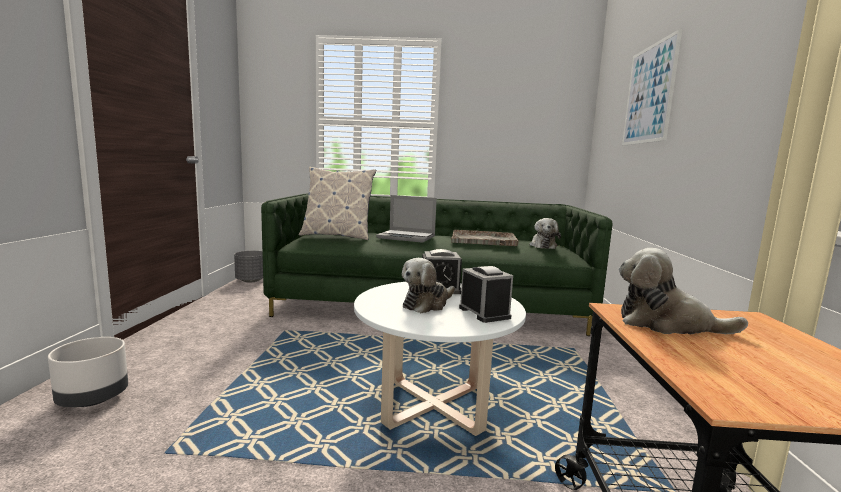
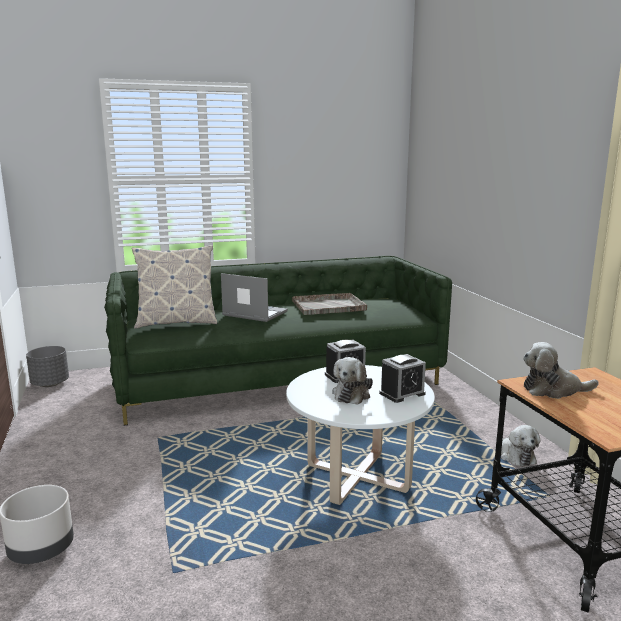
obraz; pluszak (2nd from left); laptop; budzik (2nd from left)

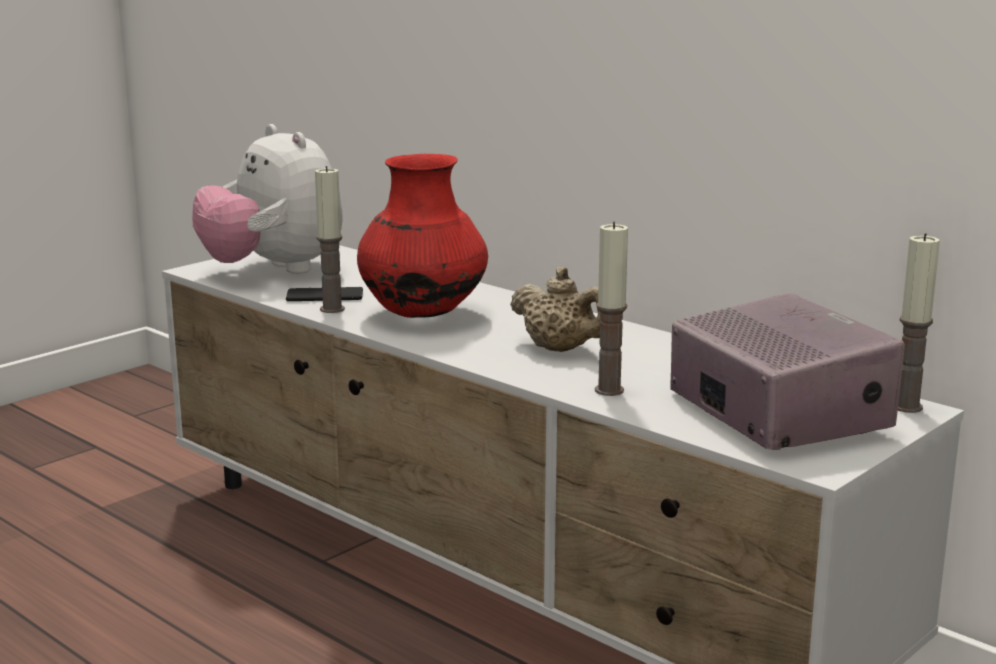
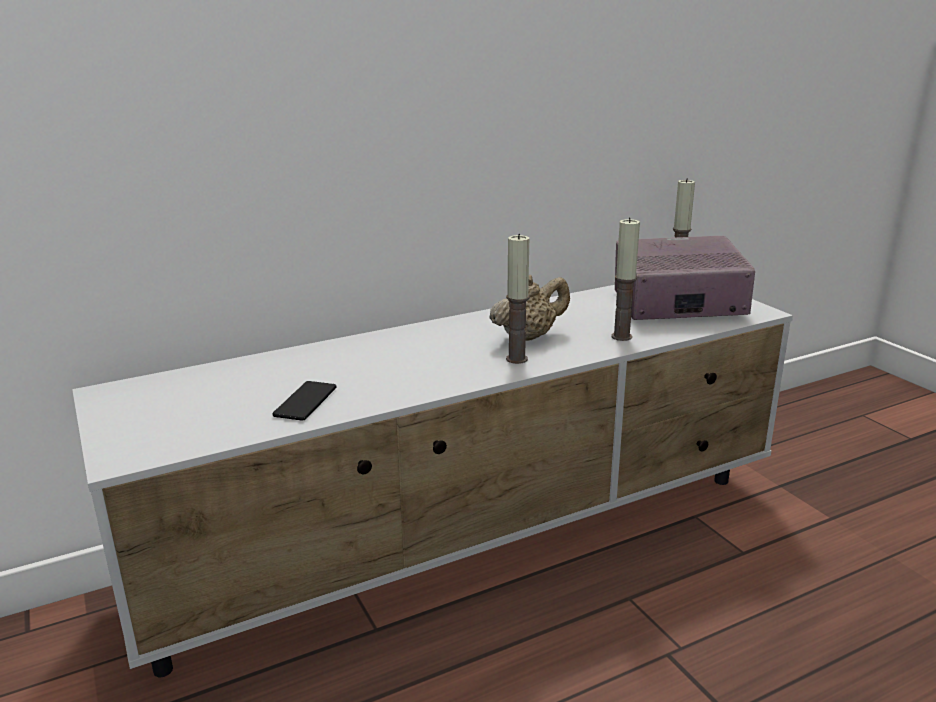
pluszak; wazon [czerwony]; świeca (1st from left)

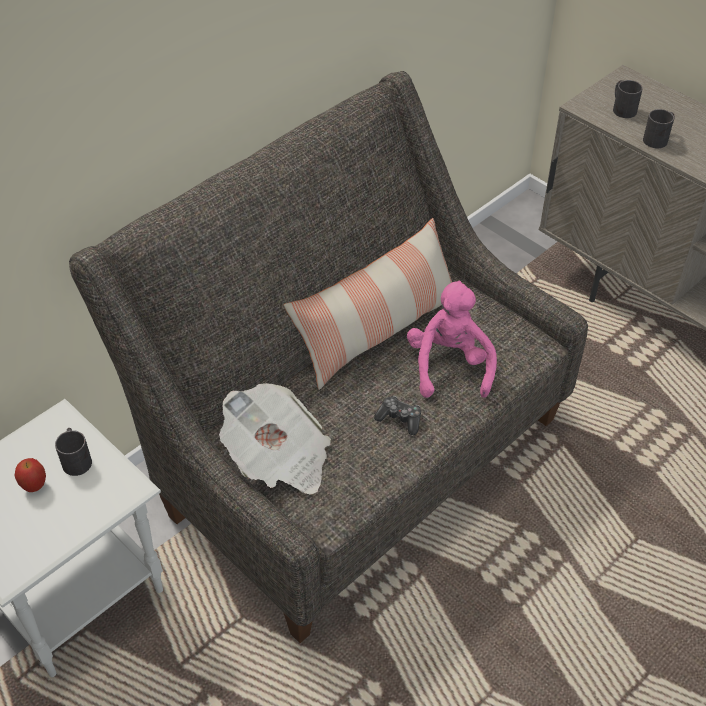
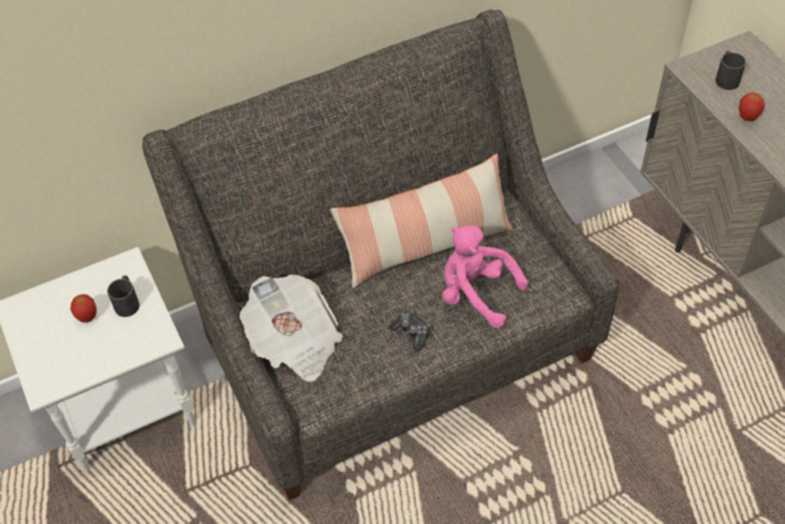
jabłko (2nd from left); pluszak [różowy]

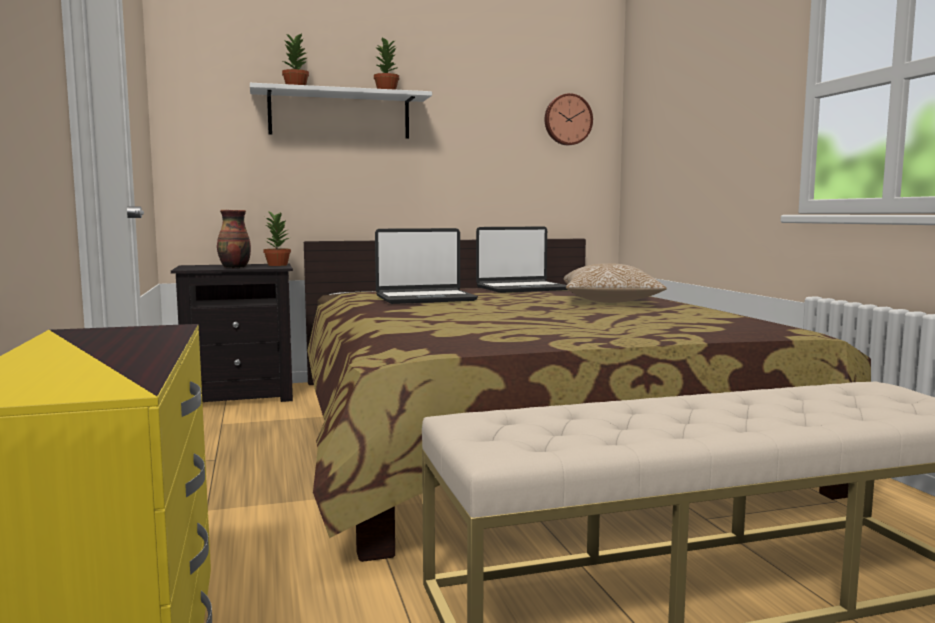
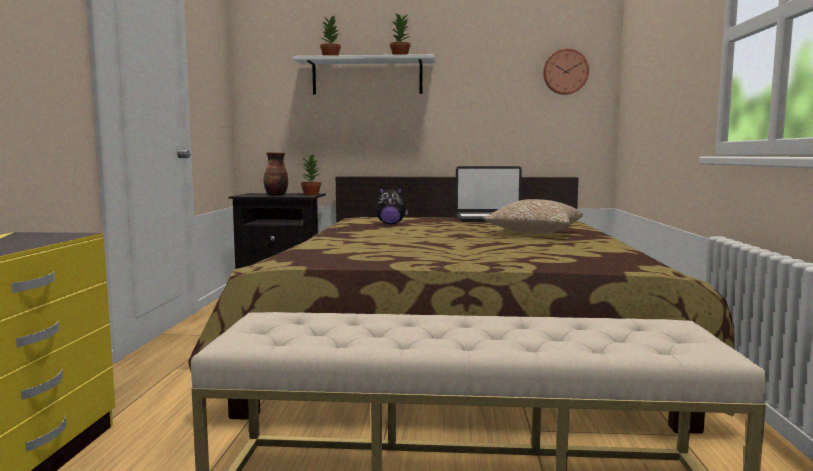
pluszak

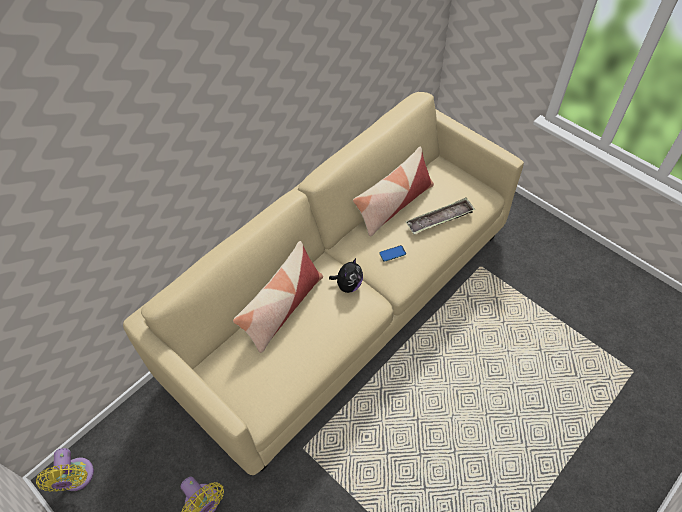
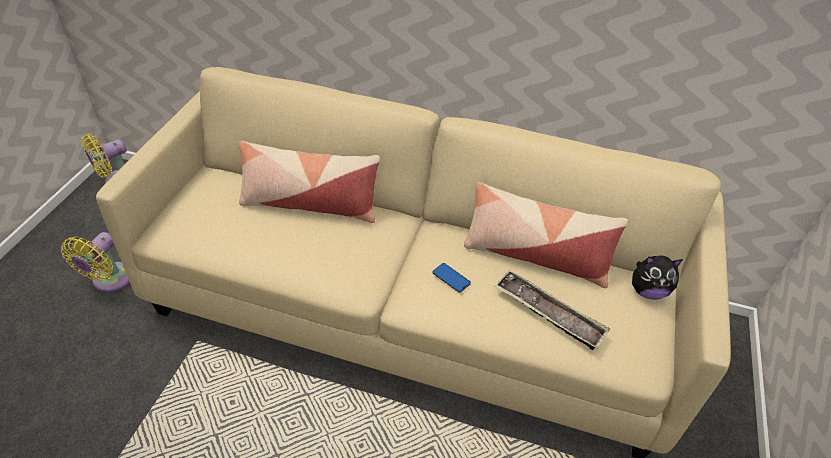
pluszak

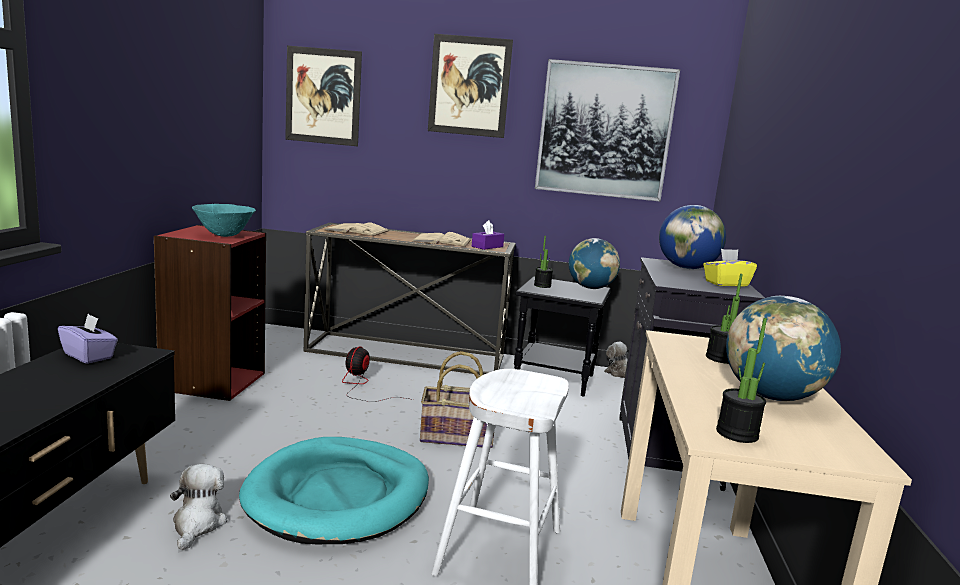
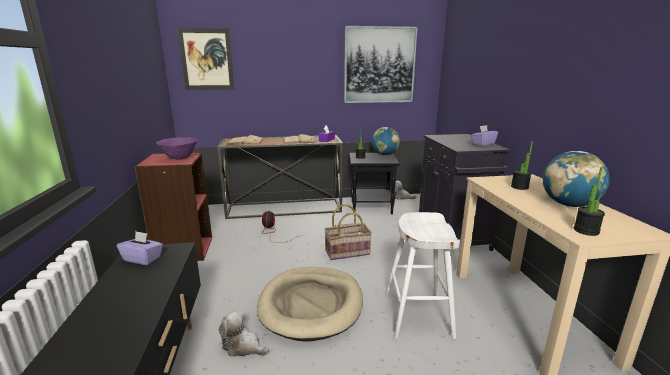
obraz (2nd from left in the first image); globus (2nd from left in the first image); miska [fioletowy]; legowisko [beżowy]; pudełko chusteczek [fioletowy] (3rd from left); pluszak (1st from left)

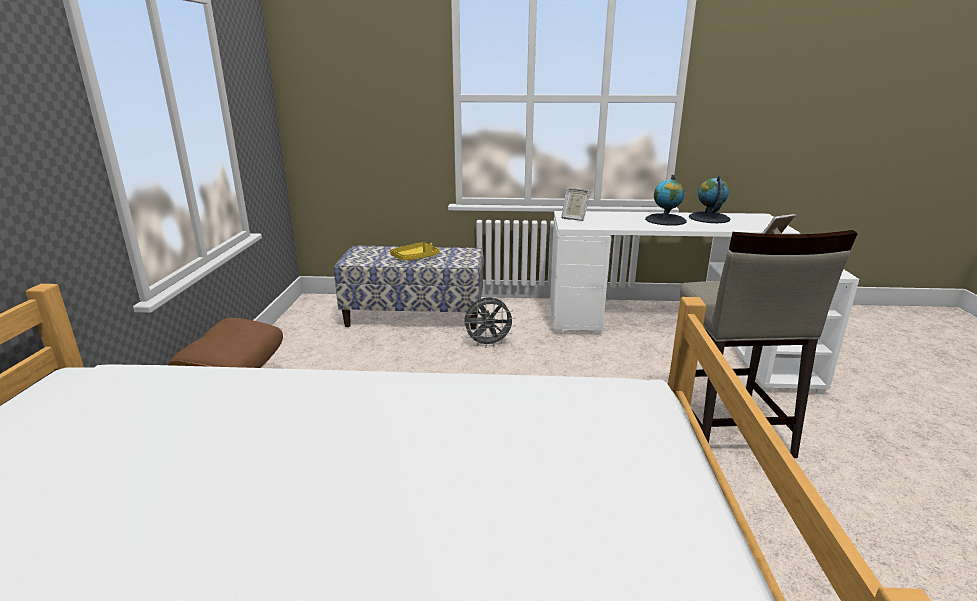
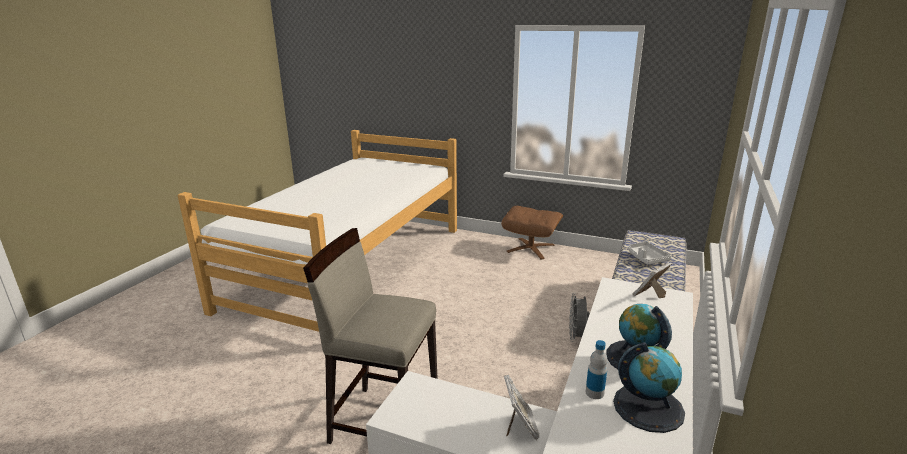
butelka; taca [szary]

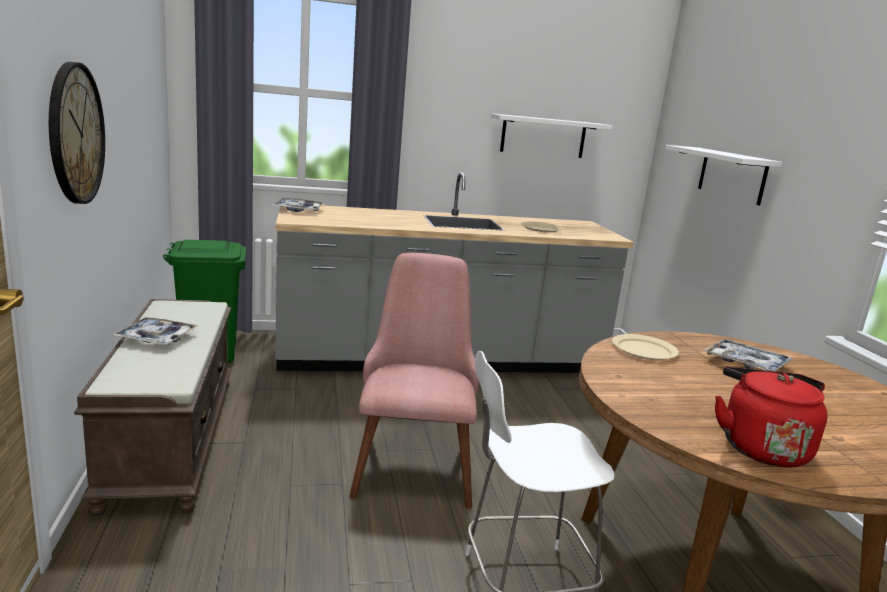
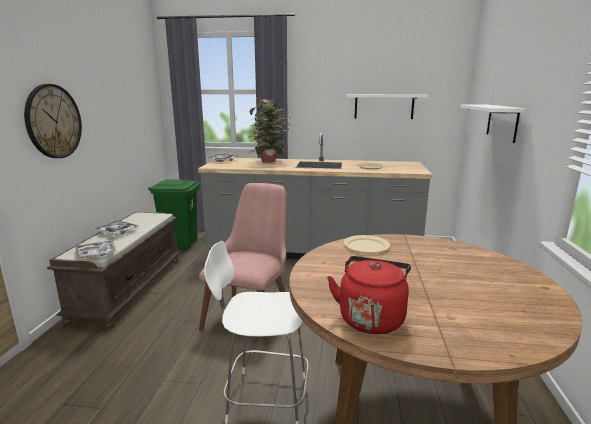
roślina doniczkowa; taca (1st from left)

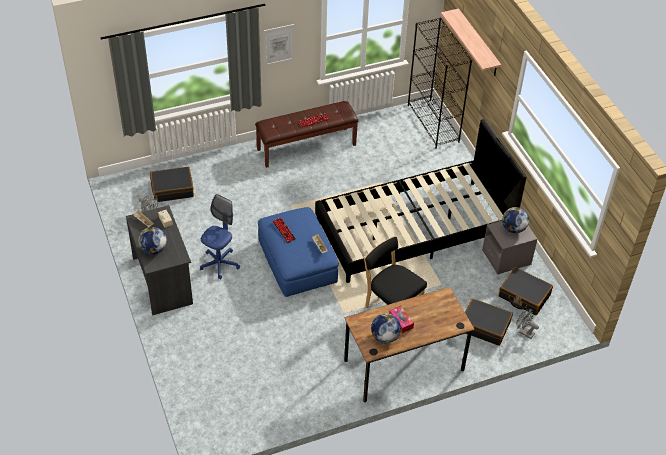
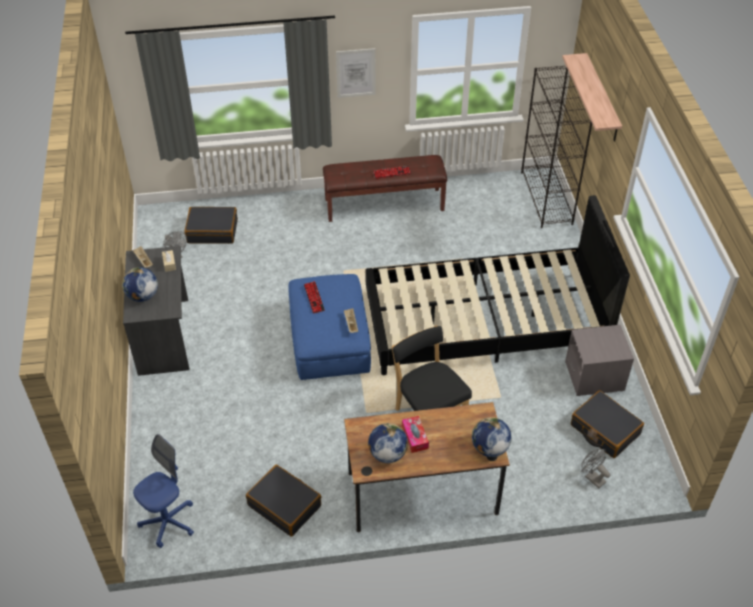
krzesło biurowe [niebieski]; walizka [czarny] (2nd from left); globus (3rd from left)

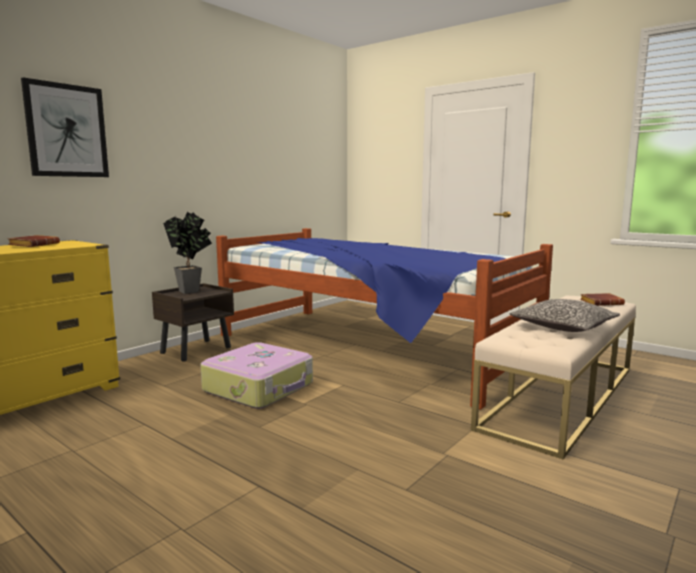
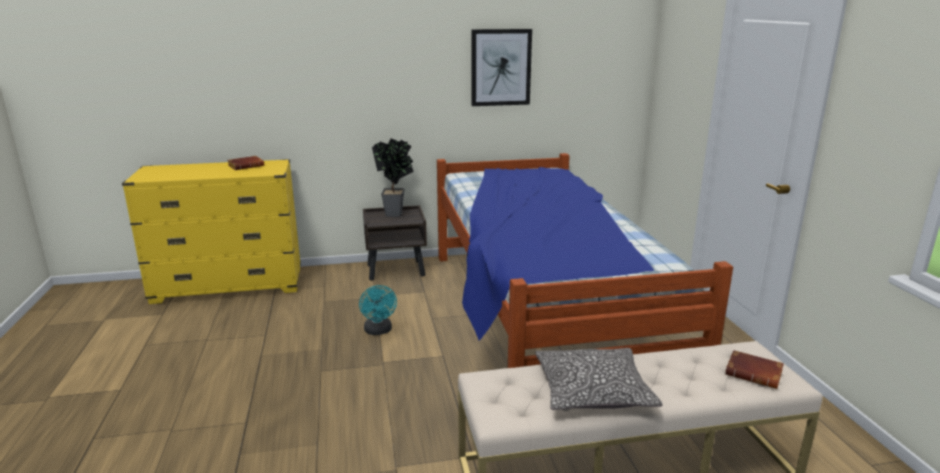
obraz; wentylator [turkusowy]

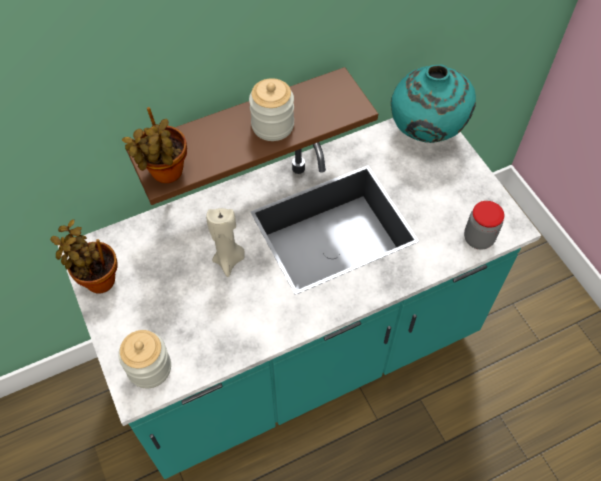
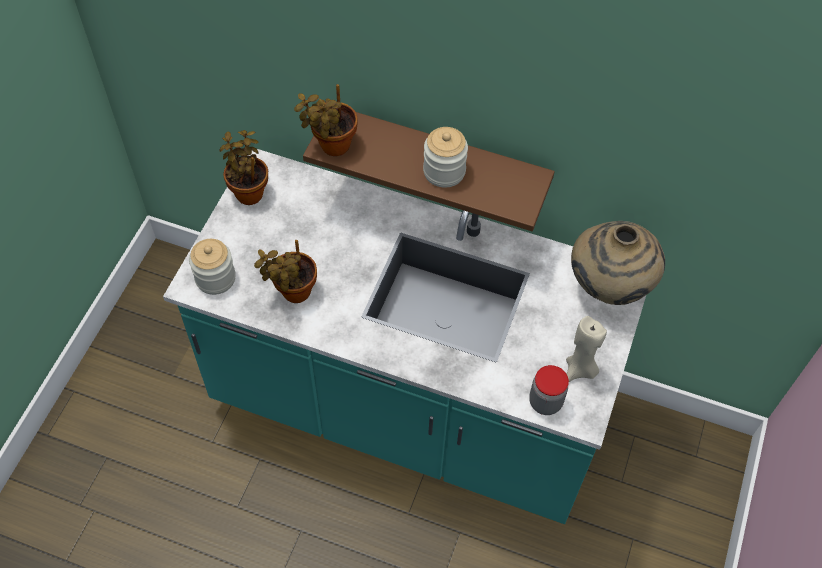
roślina doniczkowa (2nd from left); świeca [beżowy]; wazon [beżowy]

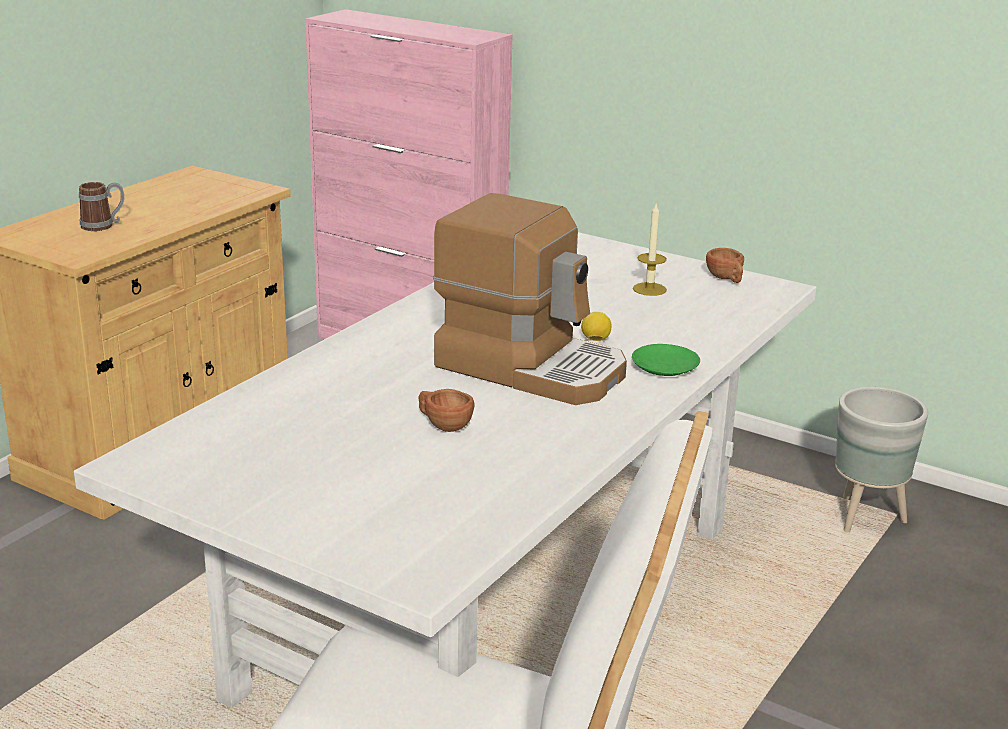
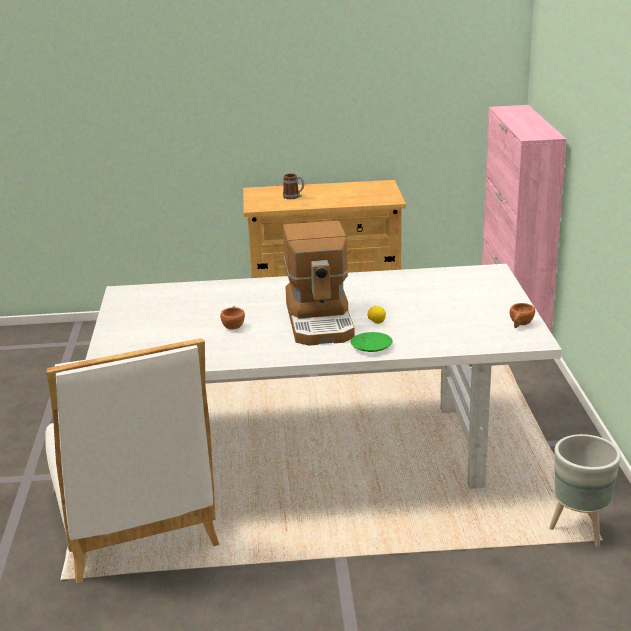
świeca

